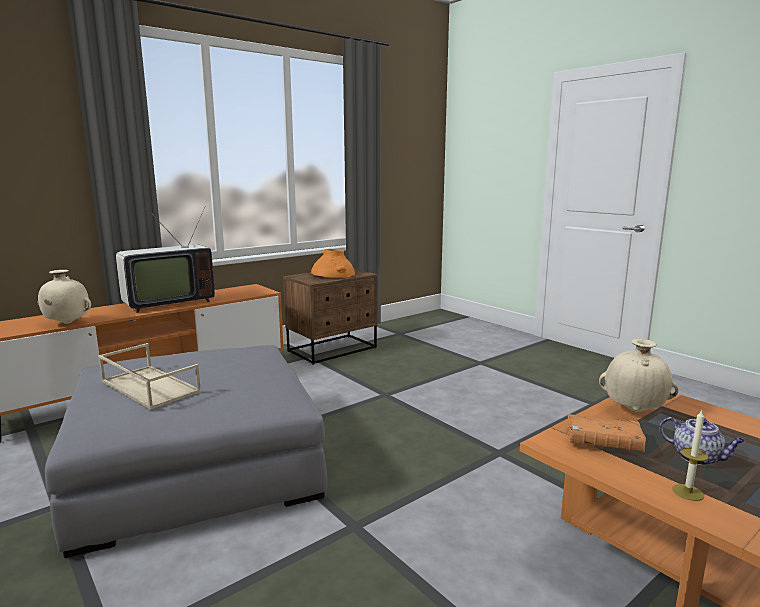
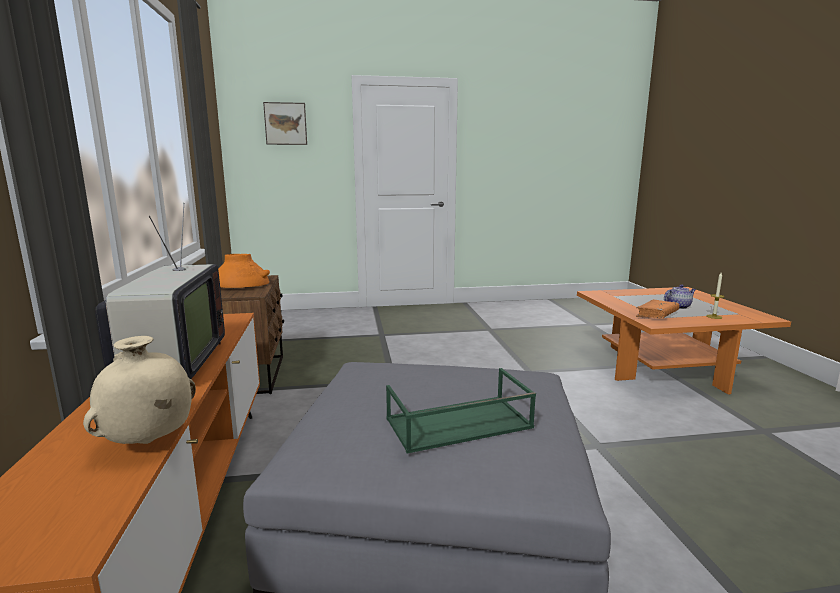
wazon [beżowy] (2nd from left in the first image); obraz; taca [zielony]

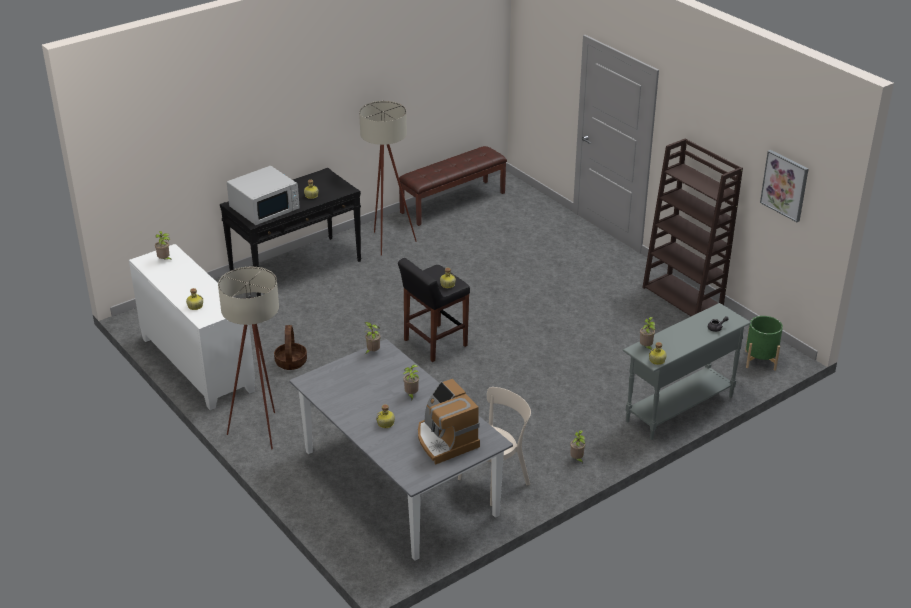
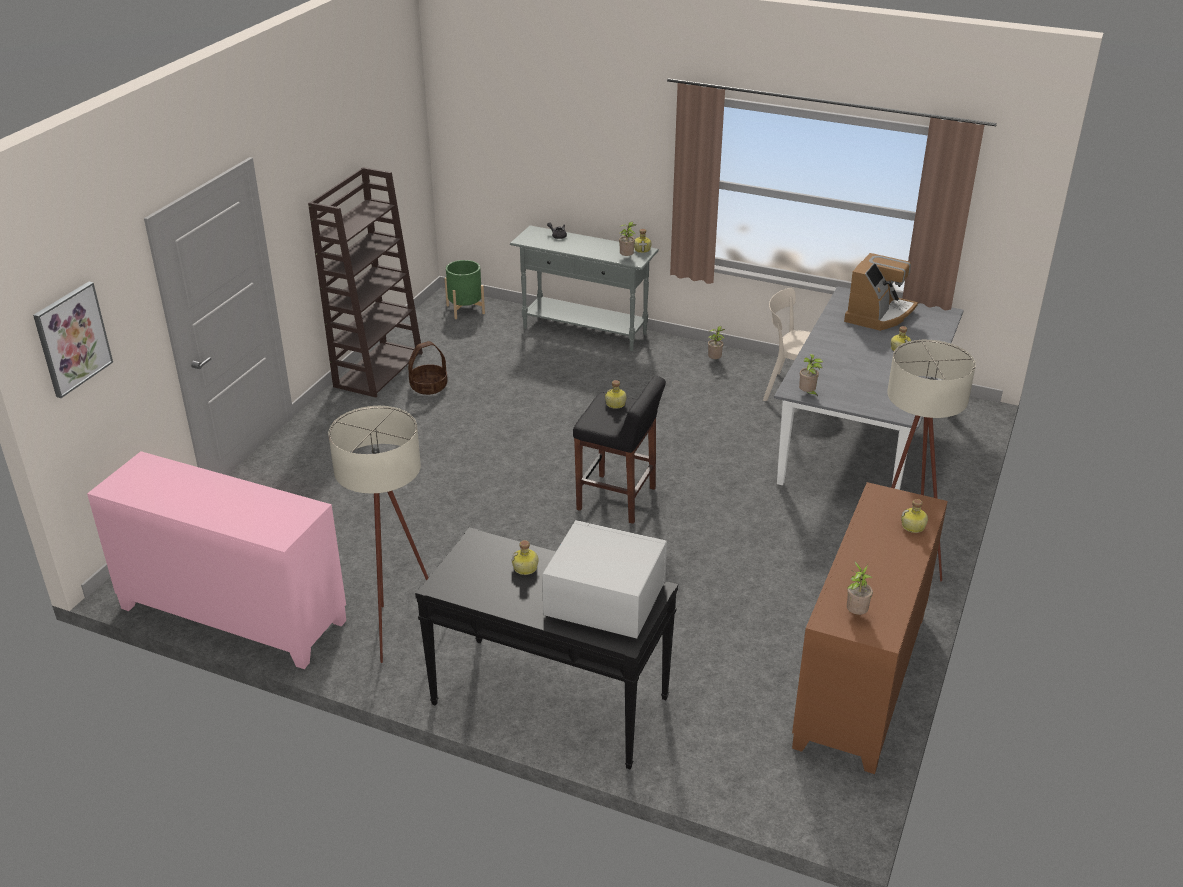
roślina doniczkowa (3rd from left in the first image); koszyk; obraz; szafka [różowy]; szafka [brązowy]

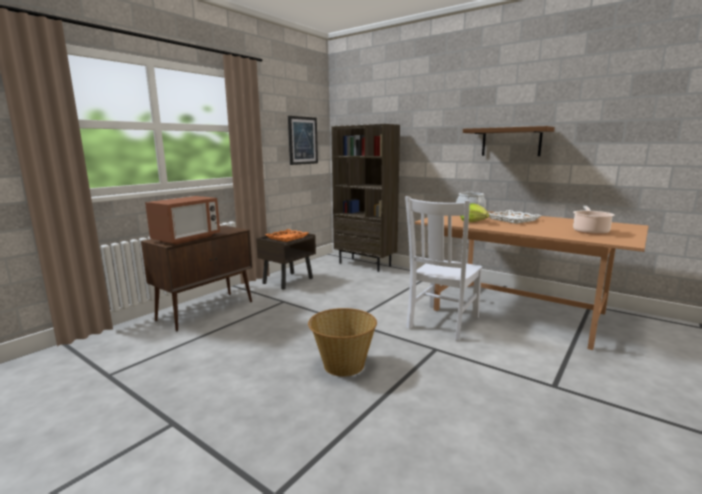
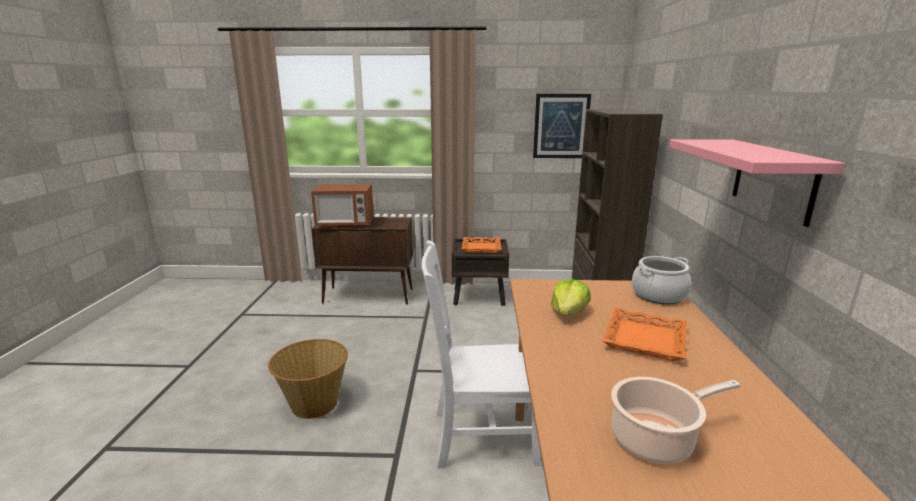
półka [różowy]; taca [pomarańczowy] (2nd from left)

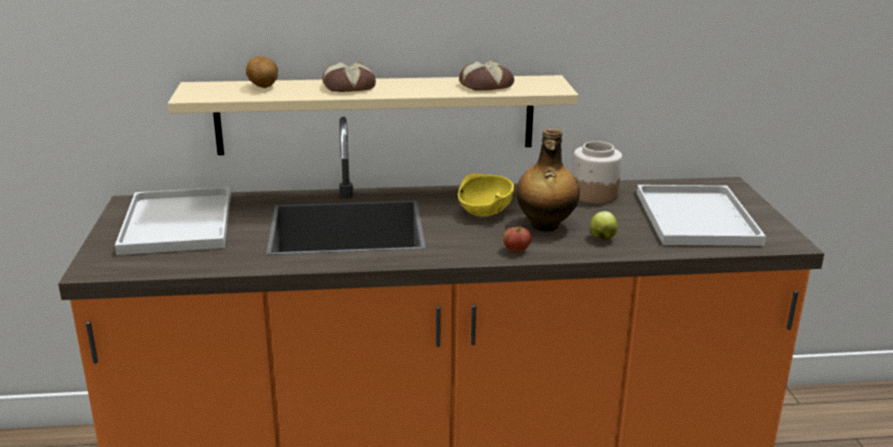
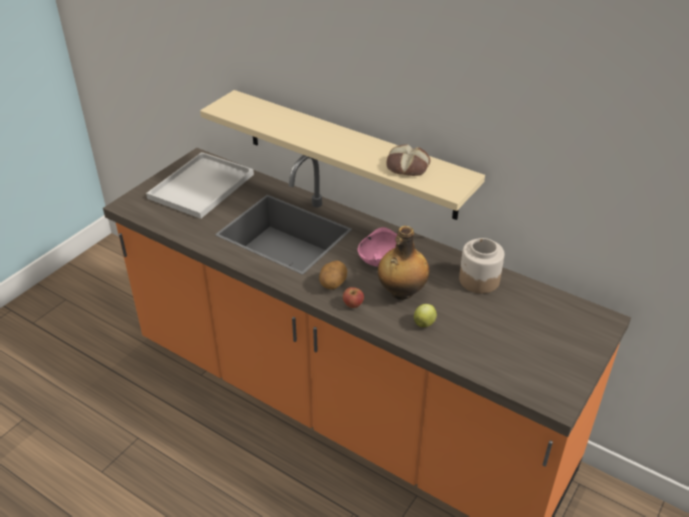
chleb (1st from left in the first image); taca [biały] (2nd from left in the first image); ziemniak; miska [różowy]

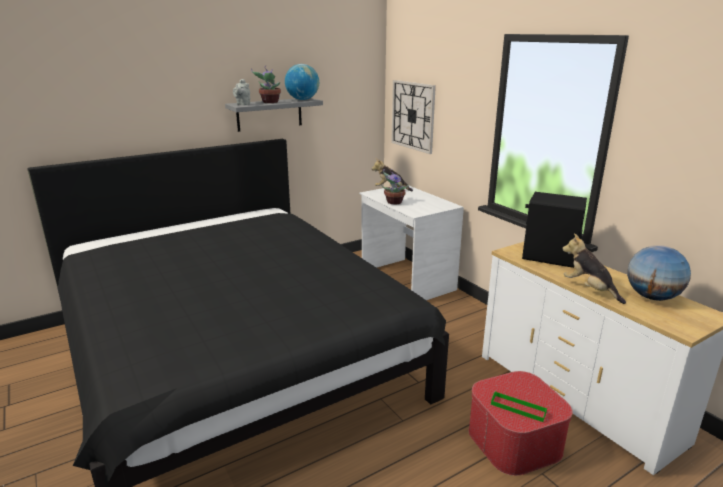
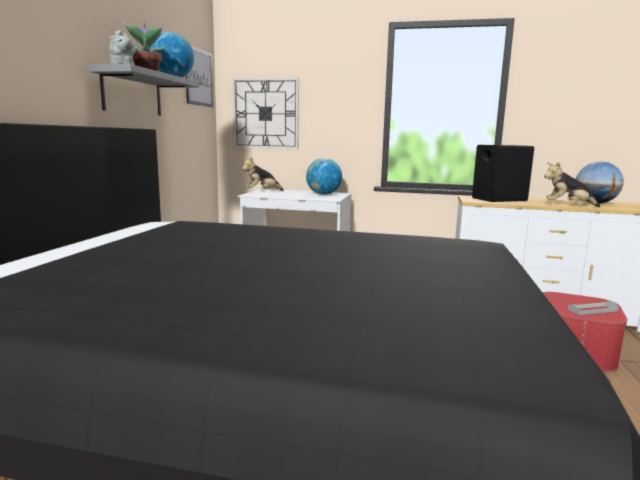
roślina doniczkowa (2nd from left in the first image); obraz; globus (2nd from left); taca [szary]

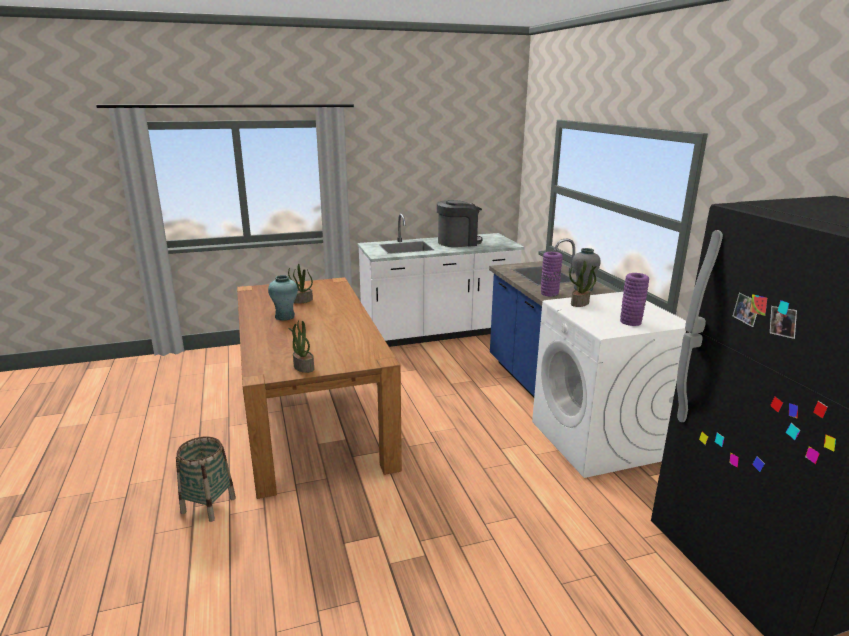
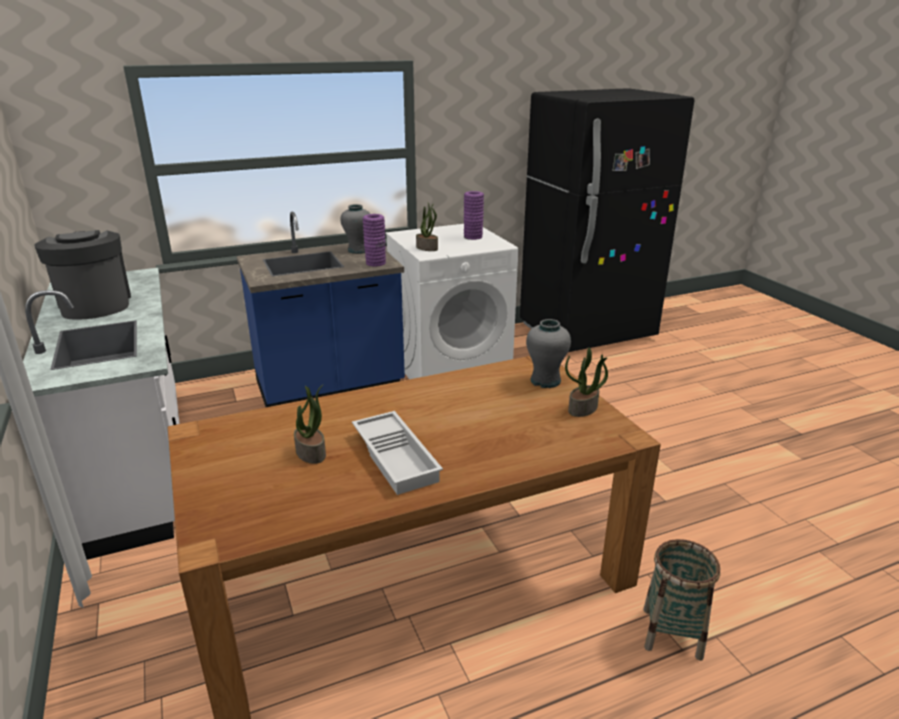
wazon [szary] (2nd from left); taca [biały]

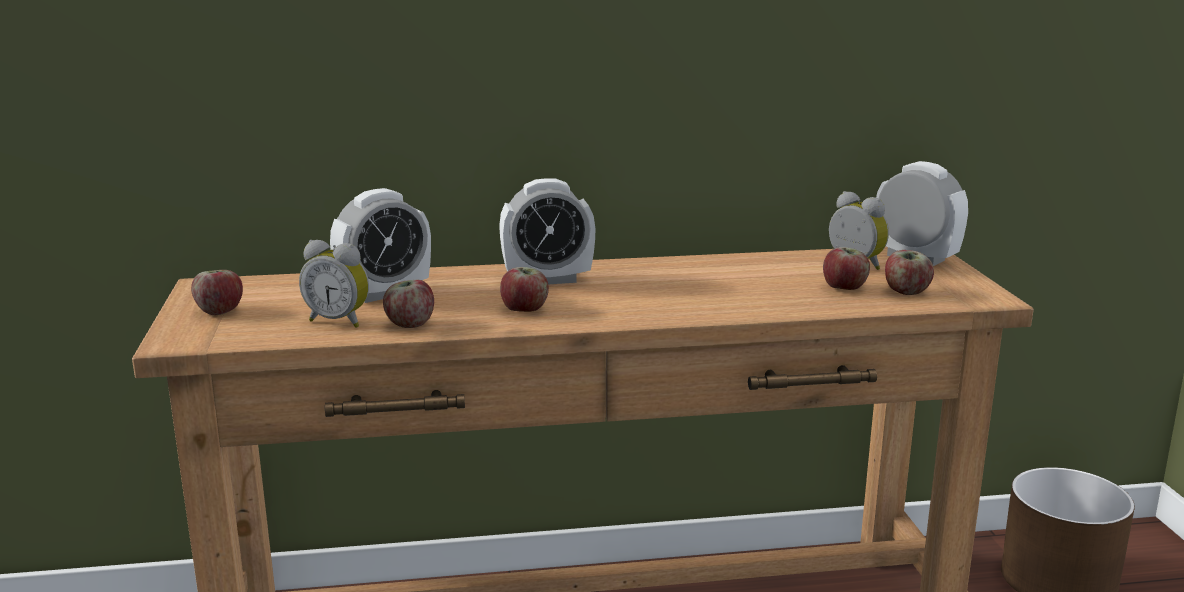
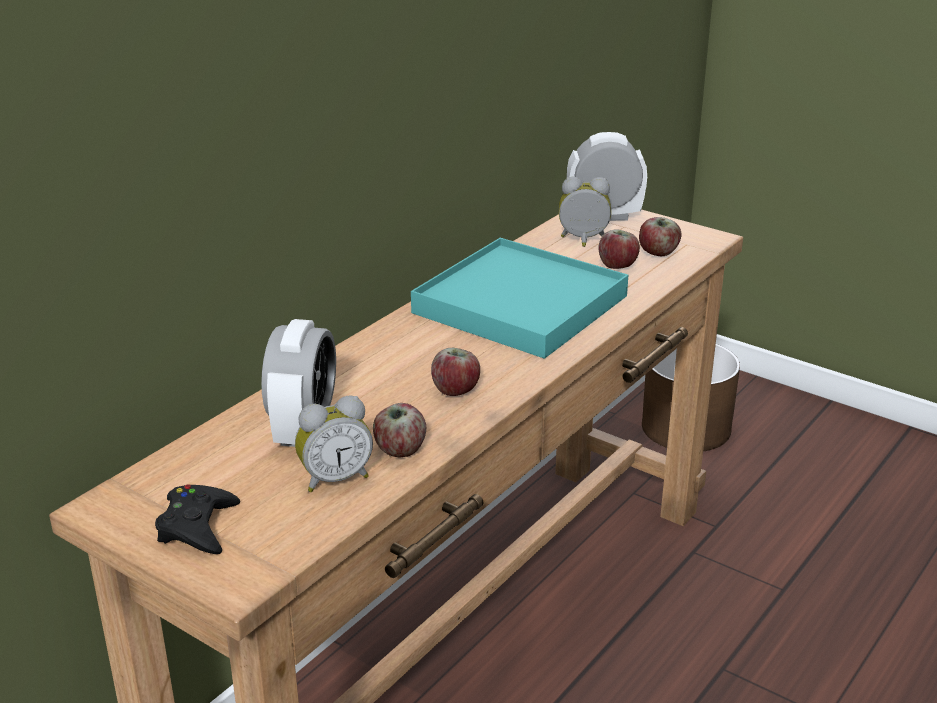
budzik (3rd from left in the first image); taca [turkusowy]; pad do gier [czarny]

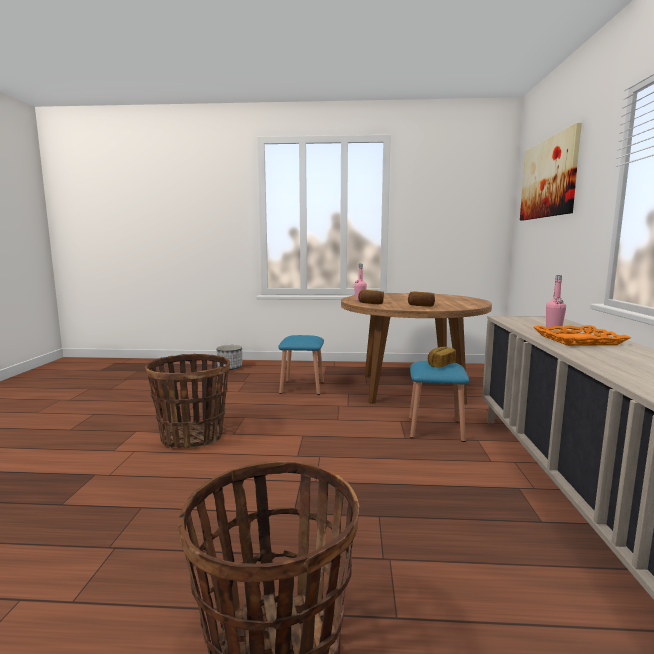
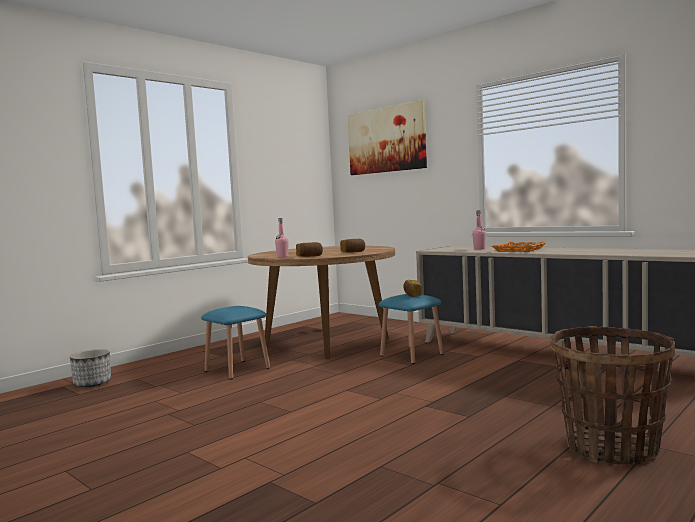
koszyk (1st from left in the first image)

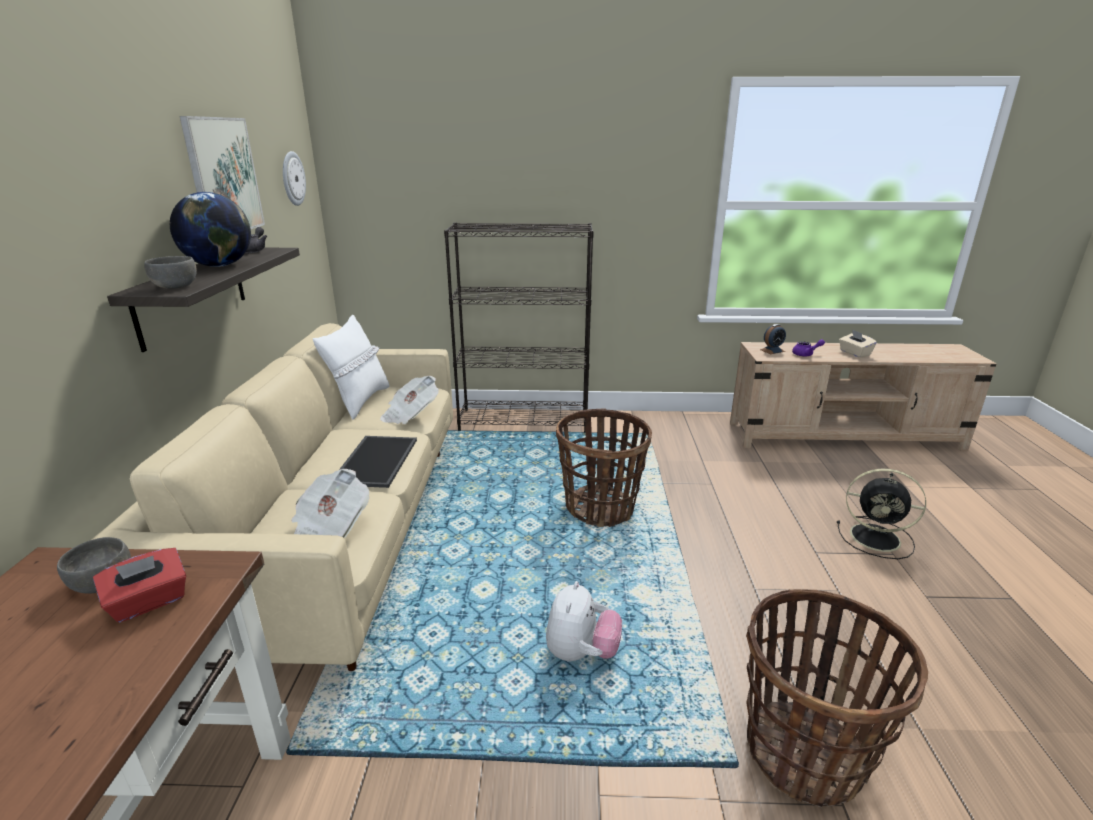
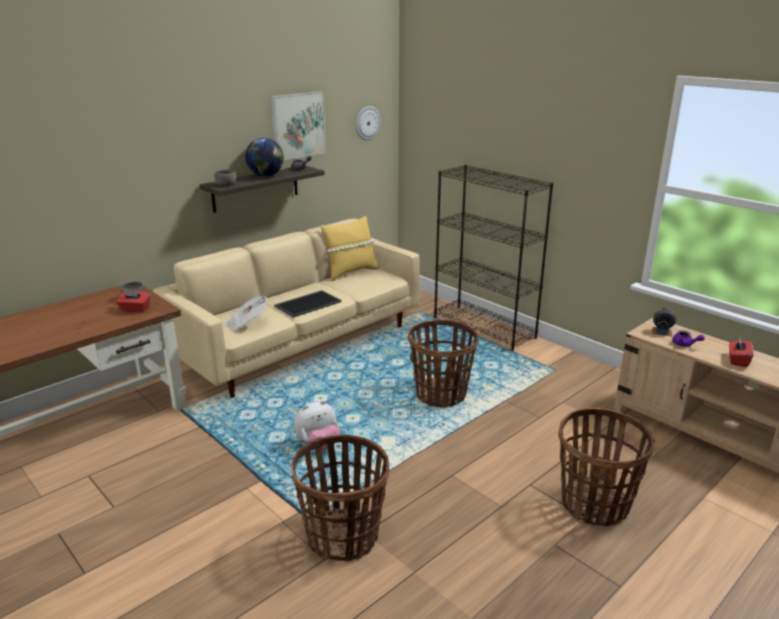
gazeta (2nd from left in the first image); koszyk (3rd from left); poduszka [żółty]; pudełko chusteczek [czerwony] (2nd from left)

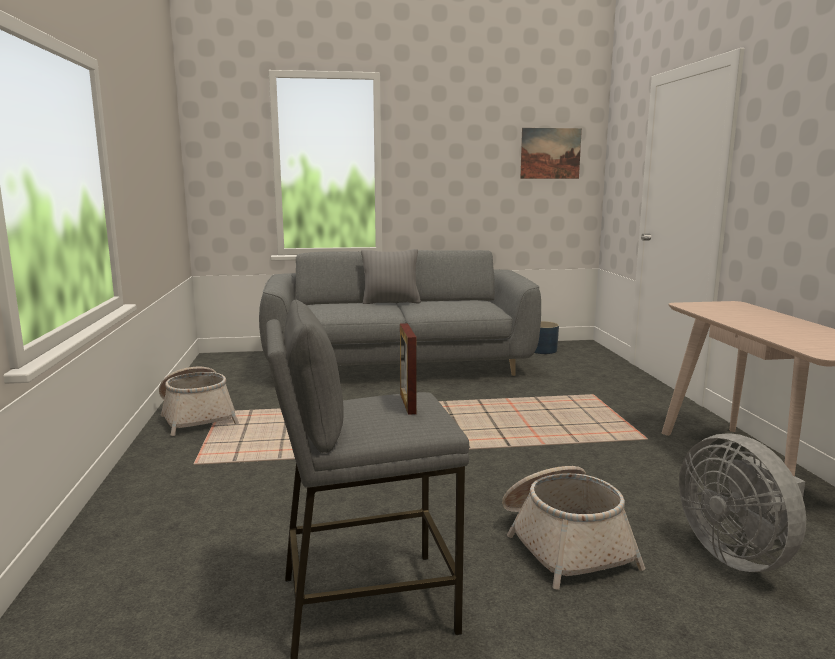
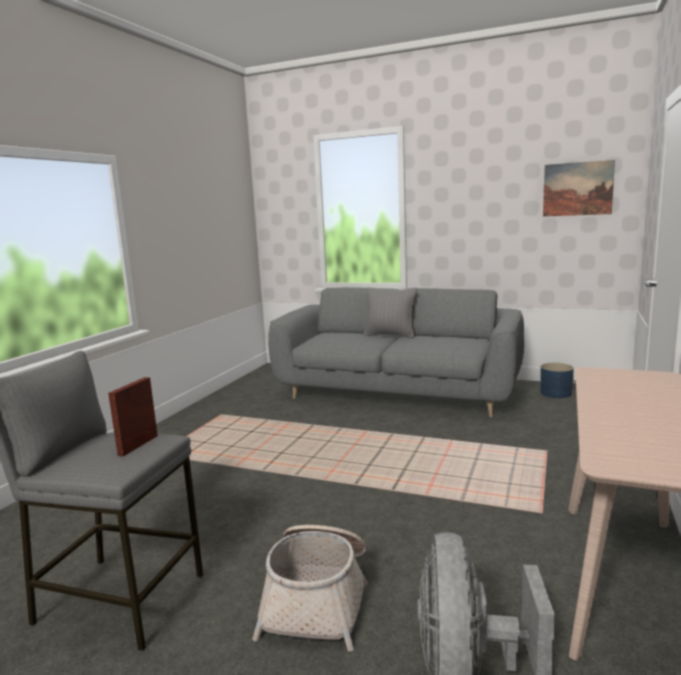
koszyk (1st from left in the first image)

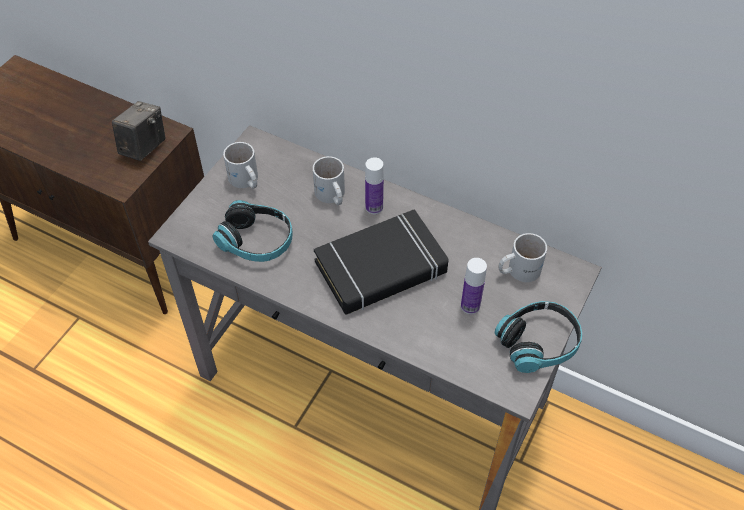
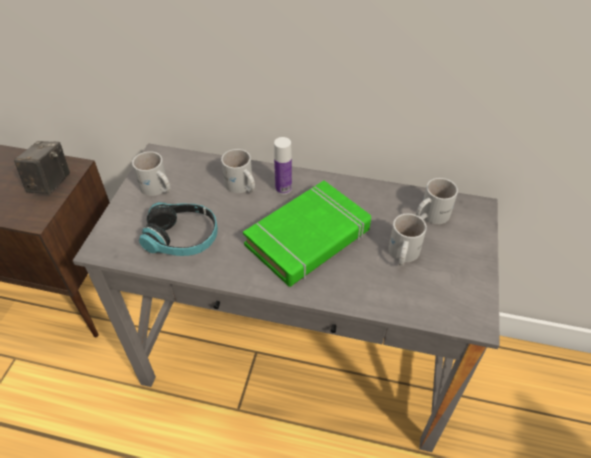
słuchawki (2nd from left in the first image); kubek [biały] (3rd from left); książka [zielony]

